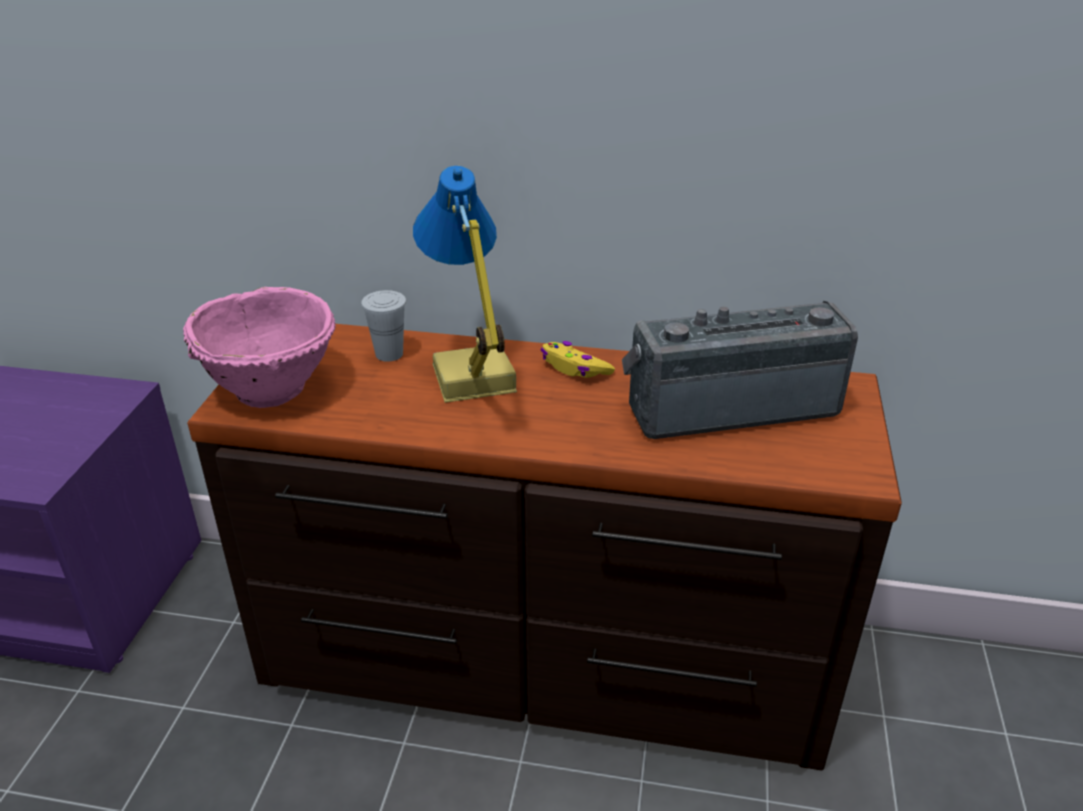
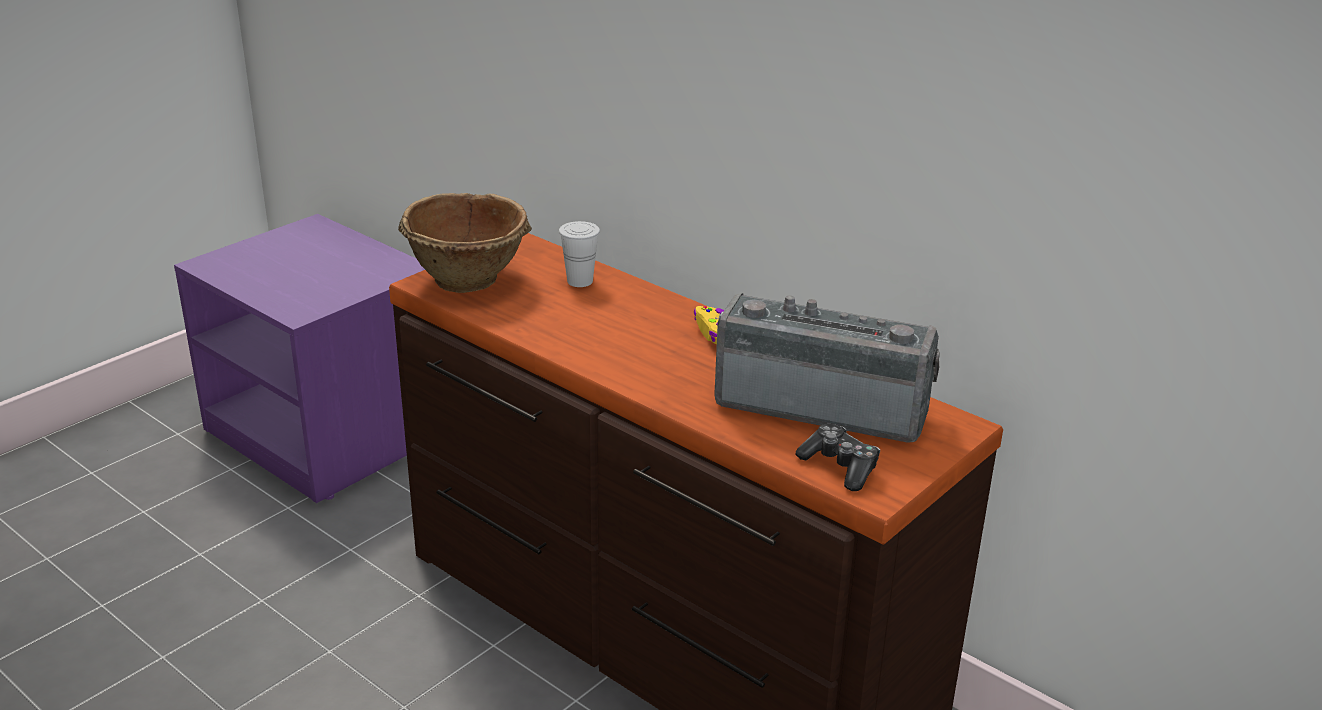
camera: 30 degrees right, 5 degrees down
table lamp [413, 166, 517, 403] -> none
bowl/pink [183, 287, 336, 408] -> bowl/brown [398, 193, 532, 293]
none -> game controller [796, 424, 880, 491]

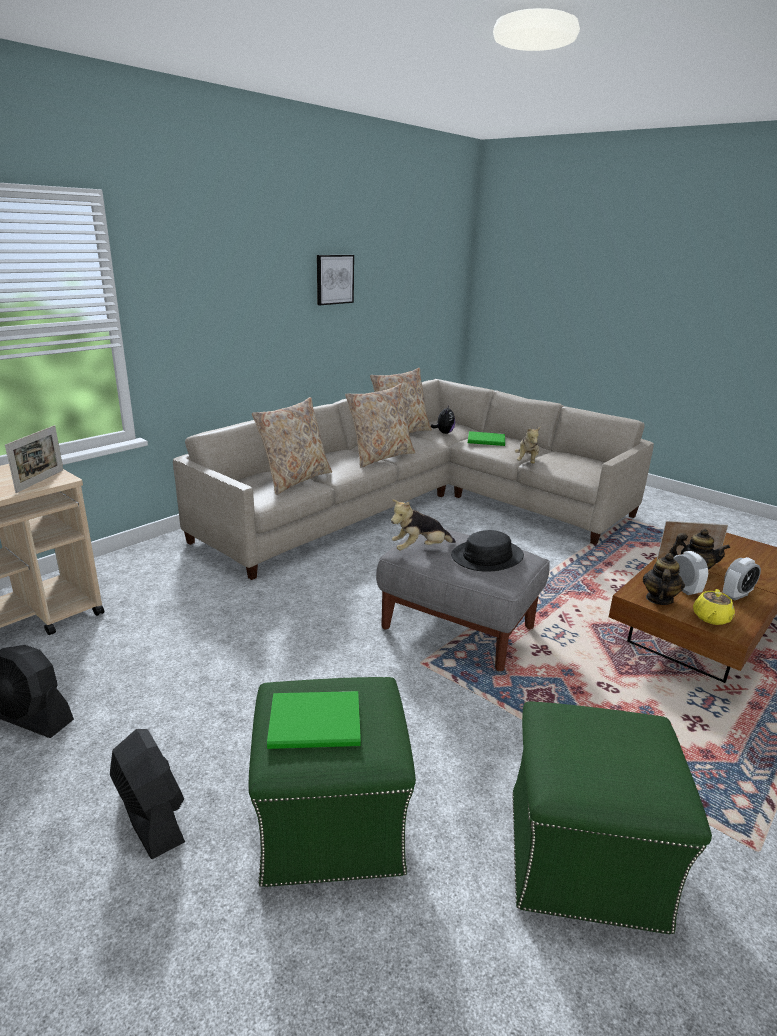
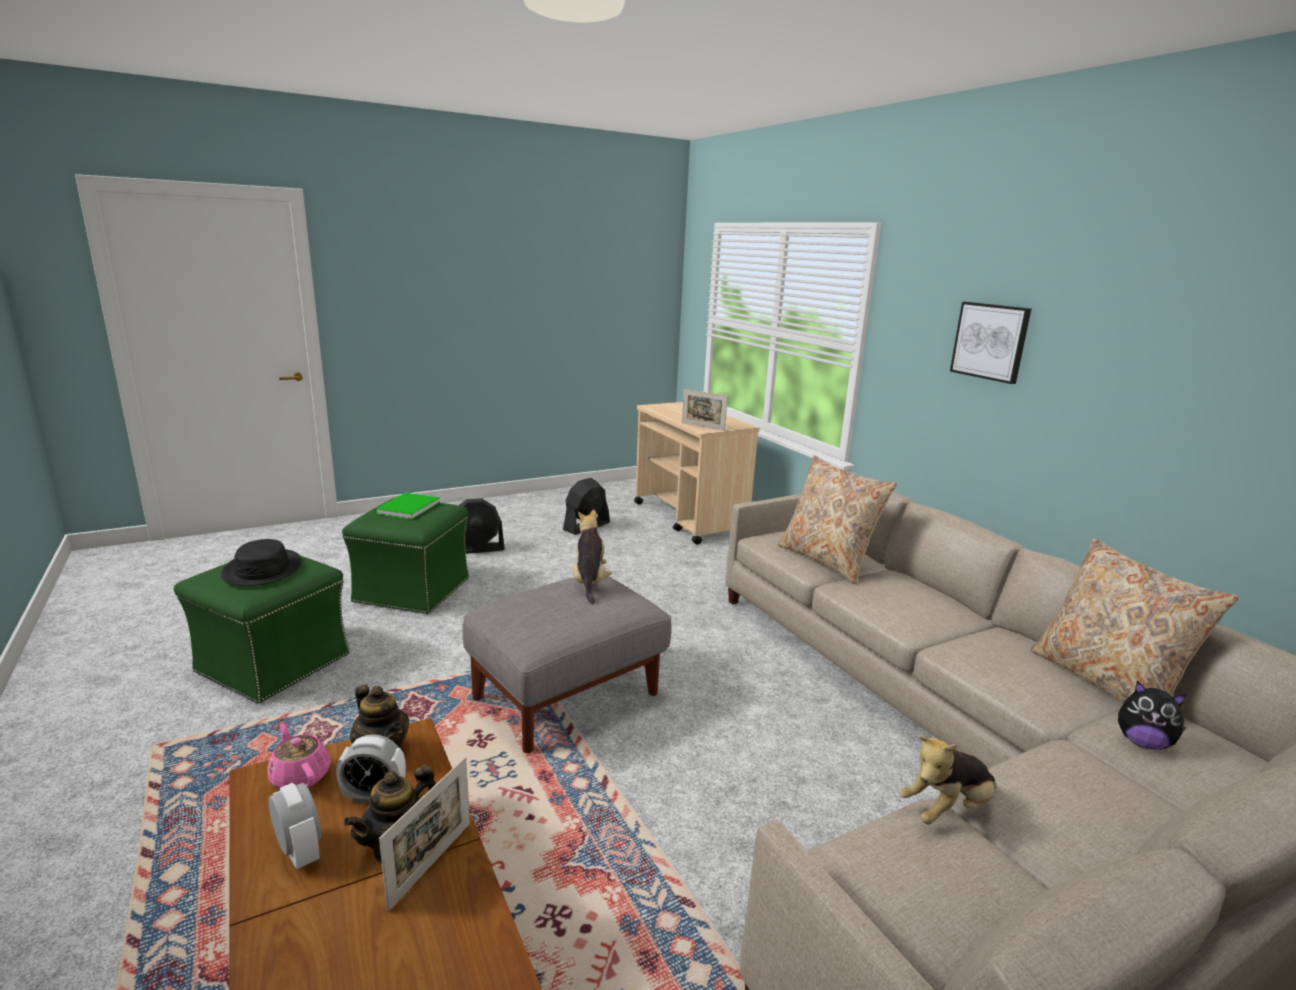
camera: 110 degrees right, 5 degrees down
picture [317, 255, 354, 305] -> picture [950, 302, 1031, 384], relocated
pillow/beige [345, 384, 415, 468] -> none
plush toy [515, 426, 541, 463] -> plush toy [899, 736, 996, 824], 60 degrees counterclockwise
book/green [468, 431, 505, 446] -> none
hat/black [451, 530, 524, 572] -> hat/black [221, 539, 302, 586], relocated
alarm clock [722, 557, 761, 600] -> alarm clock [269, 783, 321, 869], 150 degrees clockwise
teapot/yellow [693, 589, 735, 625] -> teapot/pink [267, 723, 331, 789]

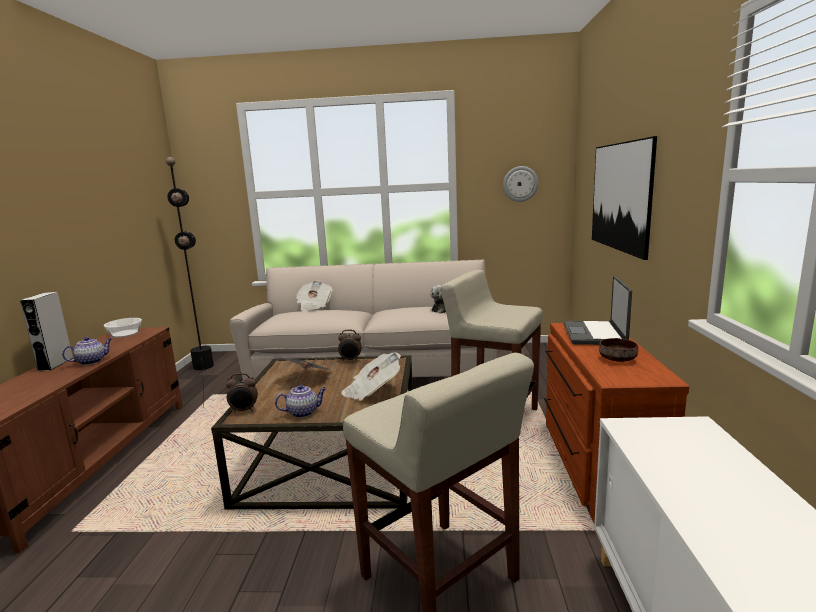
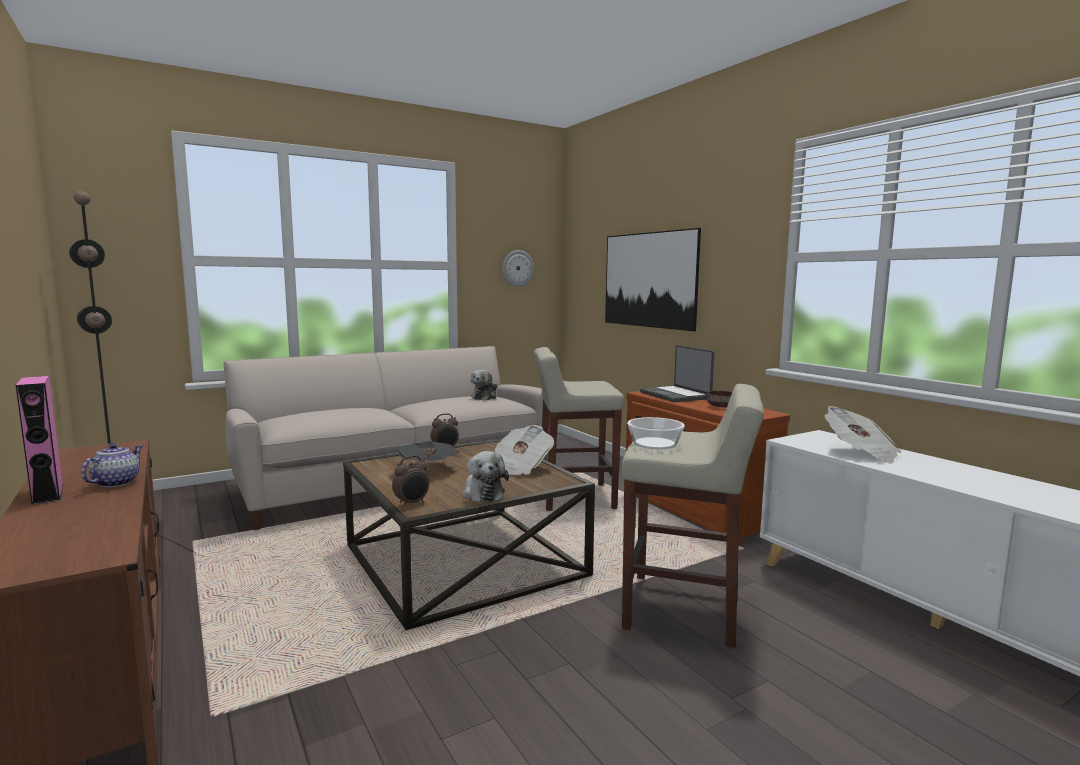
camera: 35 degrees left, 5 degrees down
newspaper [296, 281, 333, 311] -> newspaper [824, 406, 901, 464], relocated
speaker/grey [20, 292, 73, 371] -> speaker/pink [15, 376, 63, 505]
bowl [104, 318, 142, 338] -> bowl [627, 417, 685, 449], relocated
teapot [275, 384, 327, 418] -> plush toy [462, 451, 509, 502]

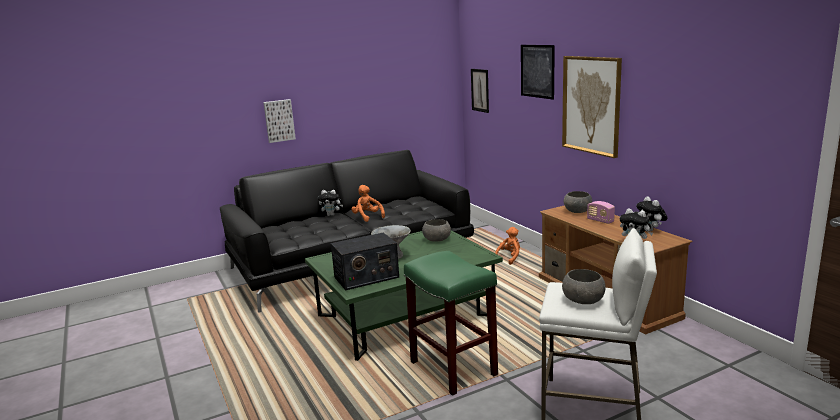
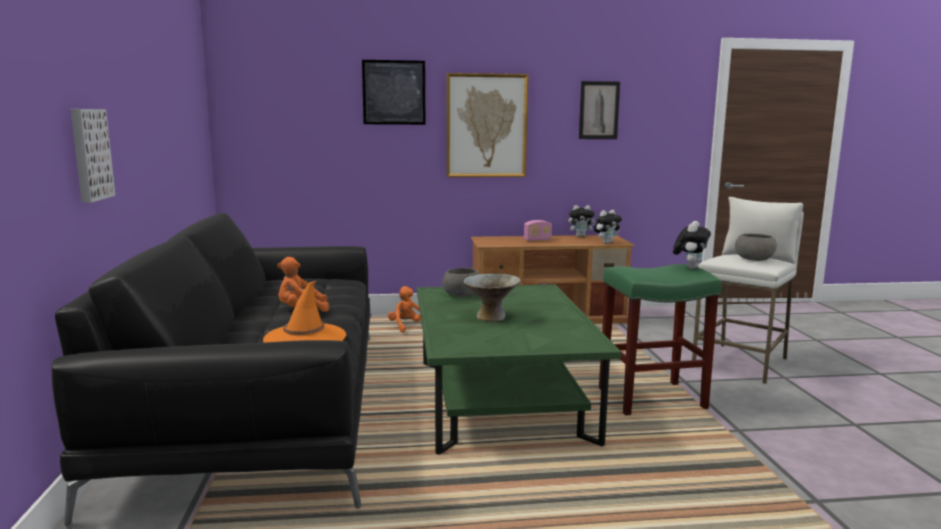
camera: 70 degrees left, 5 degrees down
picture [471, 69, 489, 113] -> picture [579, 81, 620, 139], relocated
plush toy [318, 190, 343, 216] -> plush toy [673, 221, 711, 269], relocated
bowl/grey [564, 191, 592, 213] -> none
radio [331, 233, 399, 290] -> none
none -> hat/orange [263, 280, 346, 343]

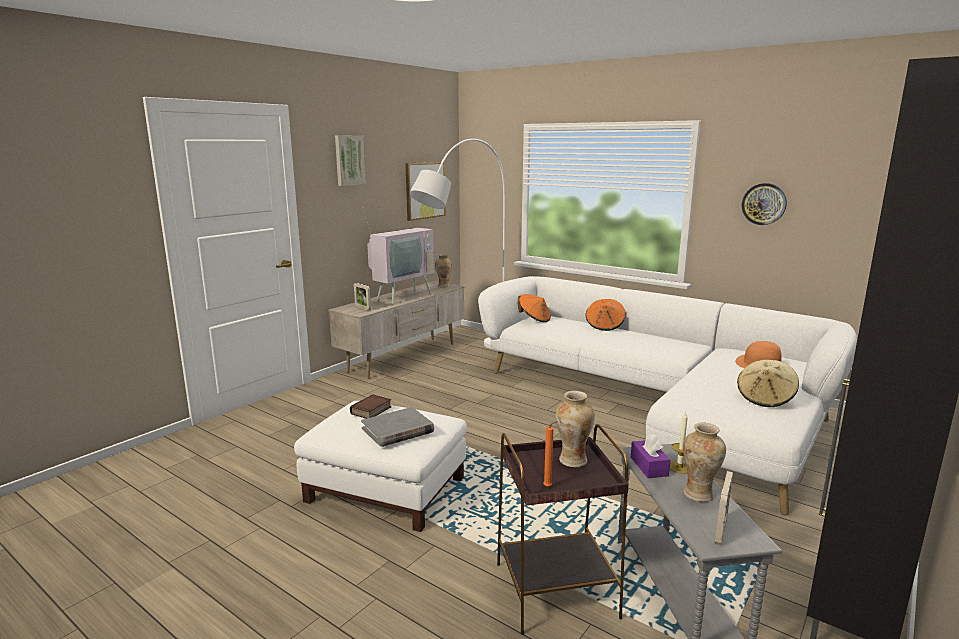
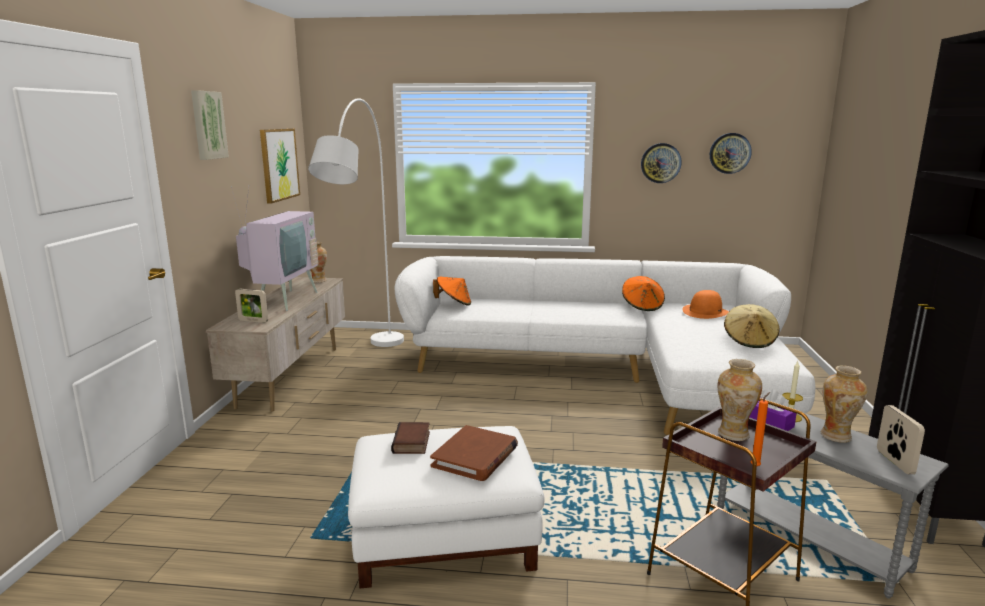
camera: 30 degrees left, 0 degrees up
hat/orange [585, 299, 626, 331] -> hat/orange [622, 276, 665, 311], relocated
book/grey [361, 407, 434, 447] -> book/brown [430, 425, 518, 481]
none -> wall clock [710, 133, 752, 174]

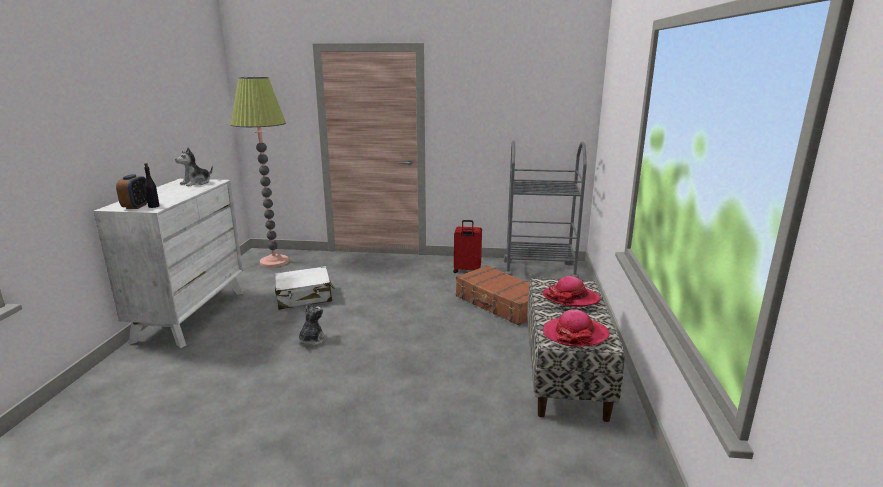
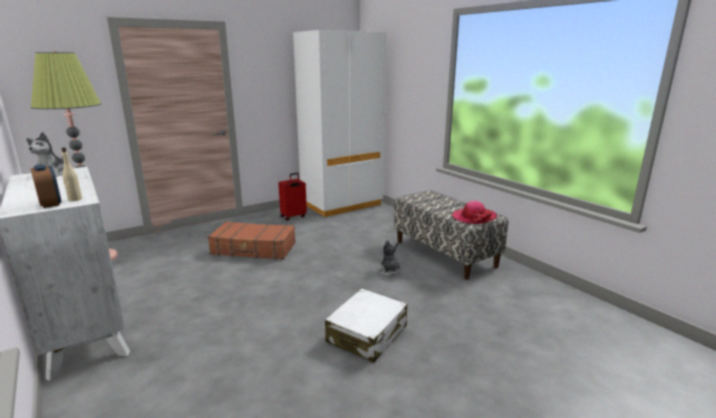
camera: 40 degrees left, 0 degrees up
cart/grey [504, 140, 587, 278] -> wardrobe/white [293, 30, 387, 217]
bottle/black [144, 163, 160, 208] -> bottle/beige [61, 147, 82, 201]
suitcase/brown [456, 265, 530, 326] -> suitcase/brown [208, 221, 296, 260], relocated
suitcase/white [275, 266, 335, 310] -> suitcase/white [325, 288, 407, 363], relocated
hat [542, 276, 601, 307] -> none
plush toy [299, 302, 326, 346] -> plush toy [378, 240, 401, 276], relocated

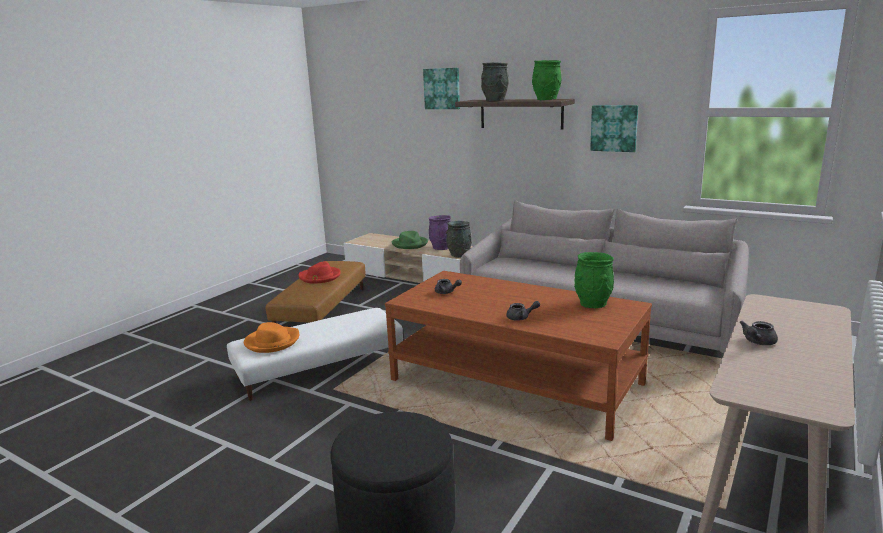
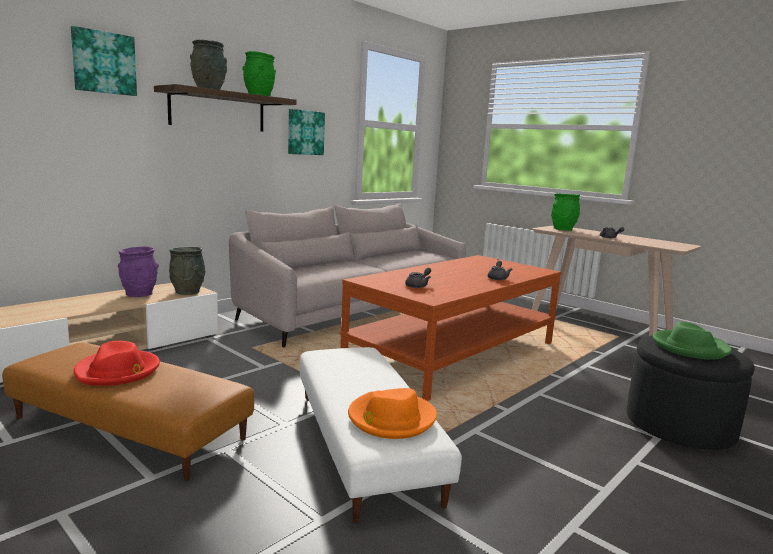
camera: 80 degrees left, 5 degrees down
hat/green [392, 231, 428, 249] -> hat/green [653, 321, 732, 359], relocated
vase/green [574, 252, 614, 308] -> vase/green [551, 193, 580, 231], relocated

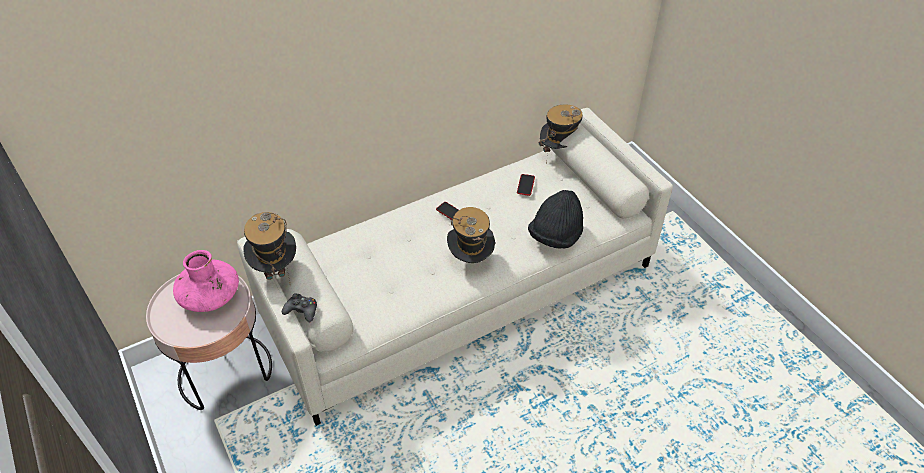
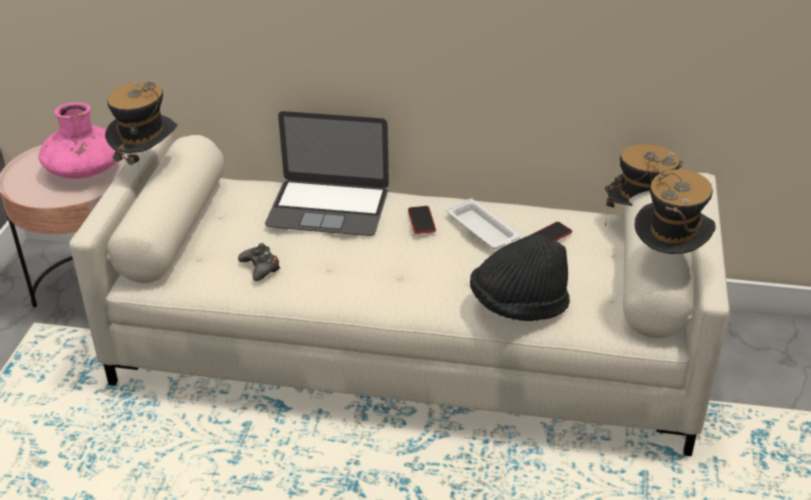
camera: 40 degrees right, 10 degrees down
hat [447, 207, 495, 263] -> hat [634, 169, 716, 254], relocated
game controller/black [282, 293, 317, 322] -> game controller/black [238, 243, 280, 281], relocated
none -> laptop [265, 111, 389, 236]
none -> tray/white [446, 198, 520, 249]

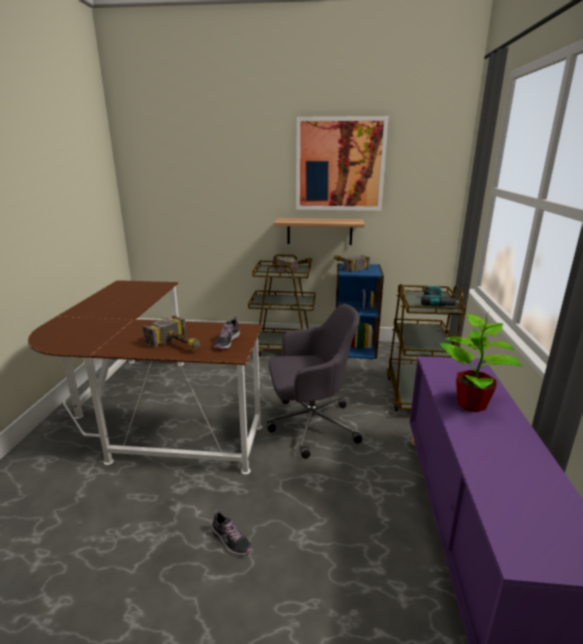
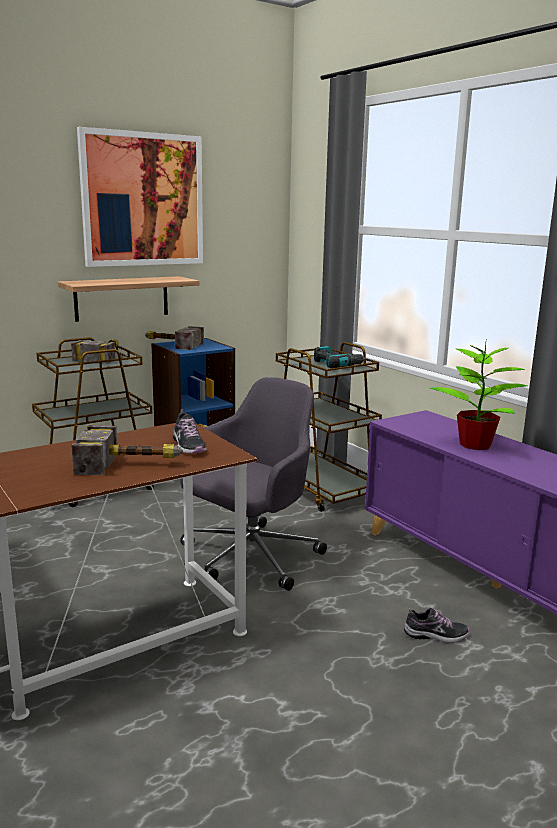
camera: 40 degrees left, 5 degrees down
shoe [211, 510, 252, 556] -> shoe [404, 608, 469, 643], relocated

